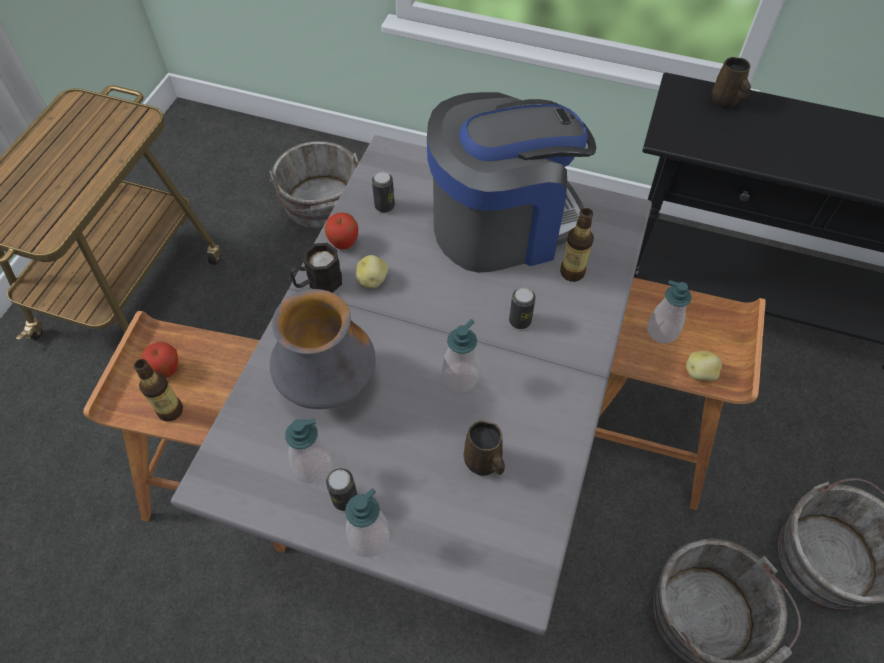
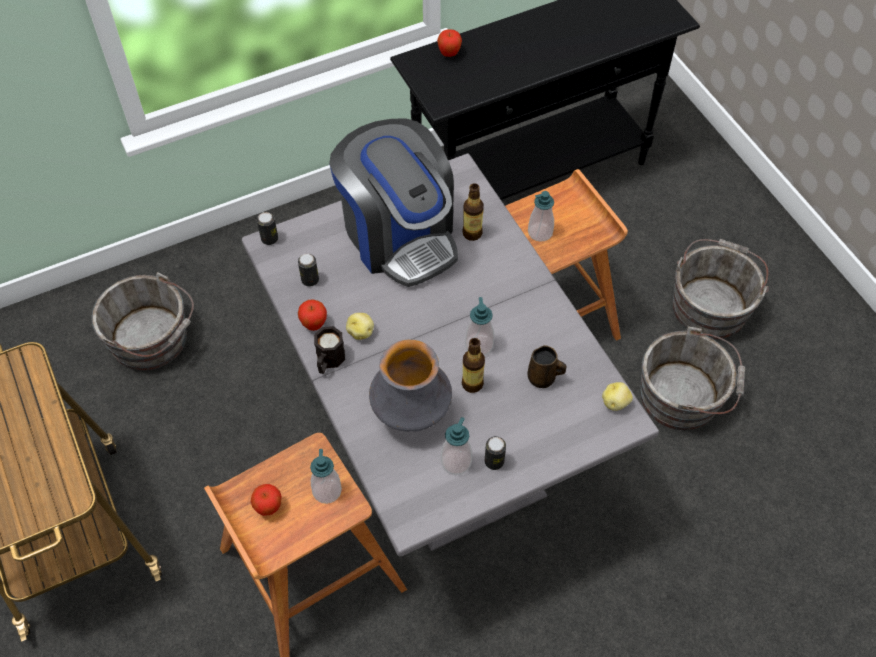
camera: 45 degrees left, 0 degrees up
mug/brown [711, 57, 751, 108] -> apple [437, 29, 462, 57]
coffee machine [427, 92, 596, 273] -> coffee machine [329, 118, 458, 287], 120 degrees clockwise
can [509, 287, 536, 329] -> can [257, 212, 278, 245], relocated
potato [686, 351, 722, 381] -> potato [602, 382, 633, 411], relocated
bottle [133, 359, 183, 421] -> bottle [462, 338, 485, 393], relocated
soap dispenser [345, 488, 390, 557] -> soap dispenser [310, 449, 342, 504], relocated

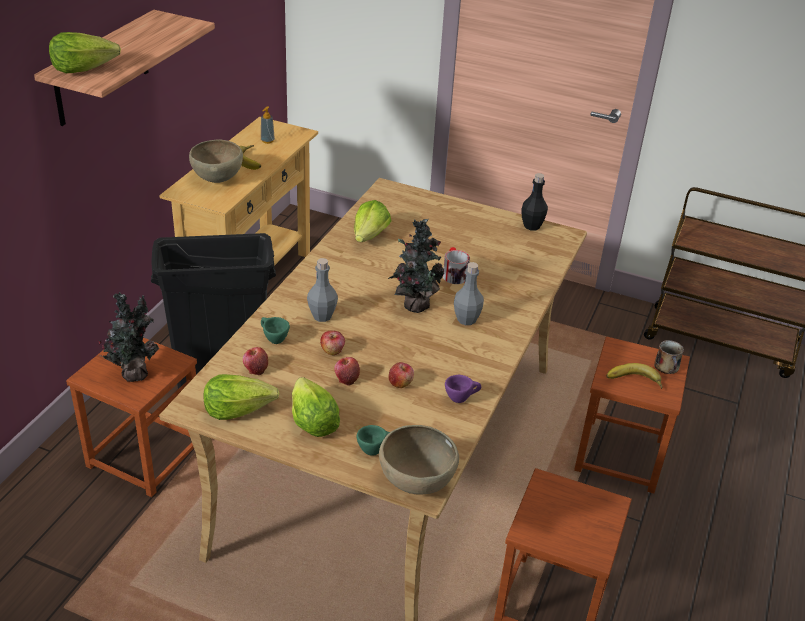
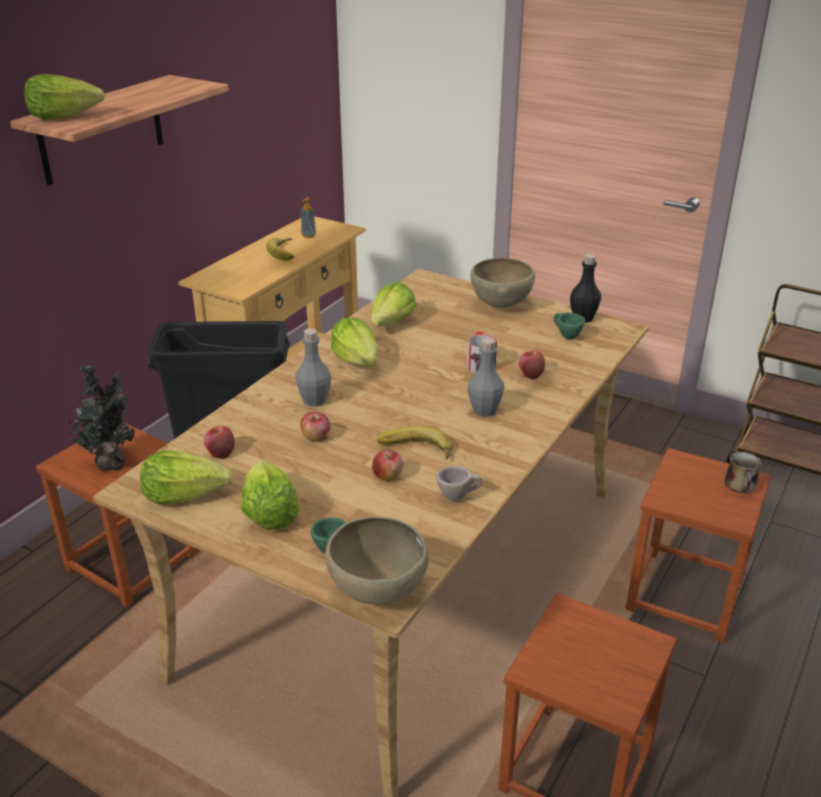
camera: 10 degrees right, 5 degrees down
bowl/brown [189, 139, 243, 183] -> bowl/brown [471, 257, 535, 308], relocated
potted plant [388, 218, 444, 313] -> none
cup/green [261, 317, 290, 344] -> cup/green [554, 313, 585, 340], relocated
apple [334, 357, 360, 385] -> apple [519, 351, 545, 379], relocated
banana [606, 363, 663, 389] -> banana [377, 426, 453, 459], relocated
cup/purple [445, 375, 481, 403] -> cup/beige [436, 466, 483, 501]
none -> lettuce [331, 318, 378, 366]

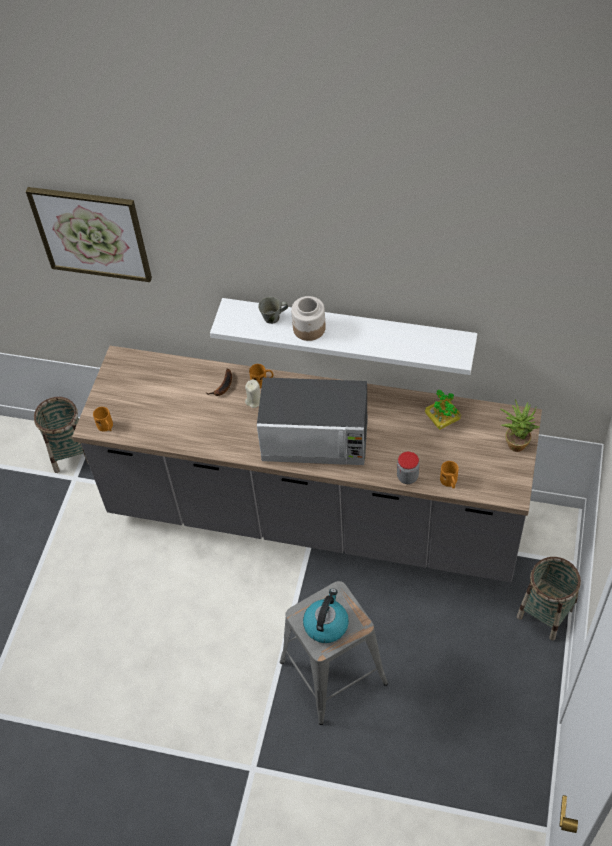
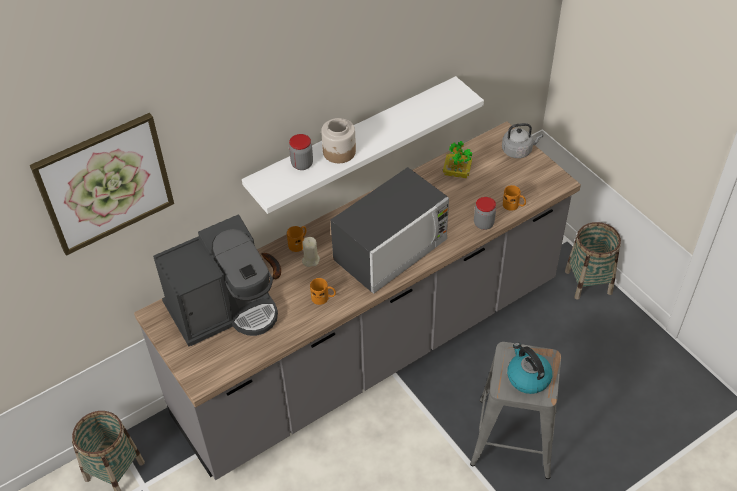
camera: 50 degrees left, 5 degrees down
mug/grey [258, 297, 288, 324] -> jar [289, 134, 313, 170]
potted plant [500, 399, 539, 452] -> kettle/grey [502, 123, 543, 158]
mug/orange [93, 407, 113, 432] -> mug/orange [310, 278, 336, 305], relocated
none -> coffee machine [153, 215, 278, 346]

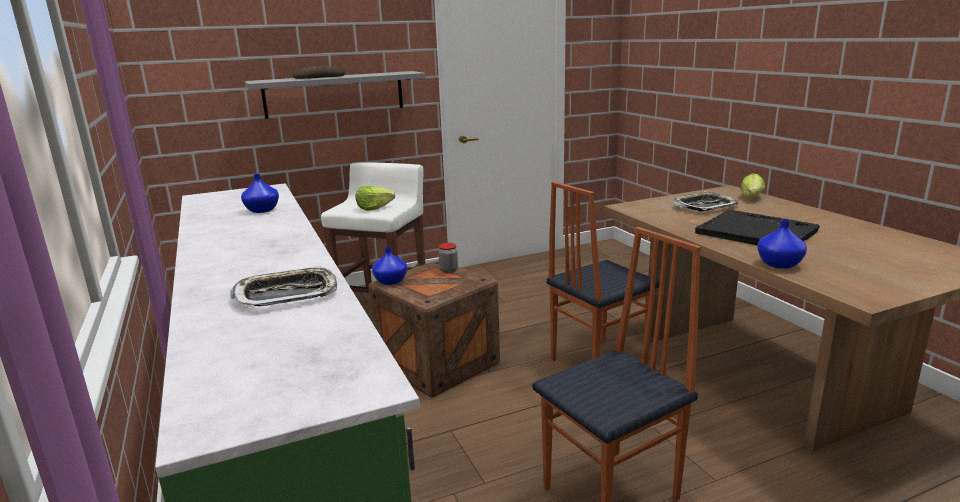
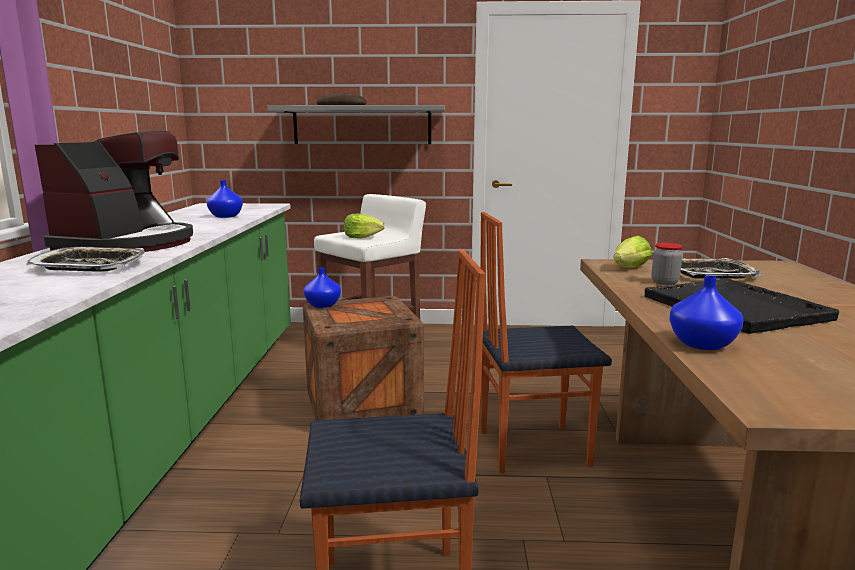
camera: 25 degrees right, 5 degrees down
lettuce [740, 173, 765, 198] -> lettuce [614, 236, 652, 268], relocated
jar [438, 243, 458, 273] -> jar [652, 243, 682, 285], relocated
none -> coffee machine [35, 131, 193, 252]

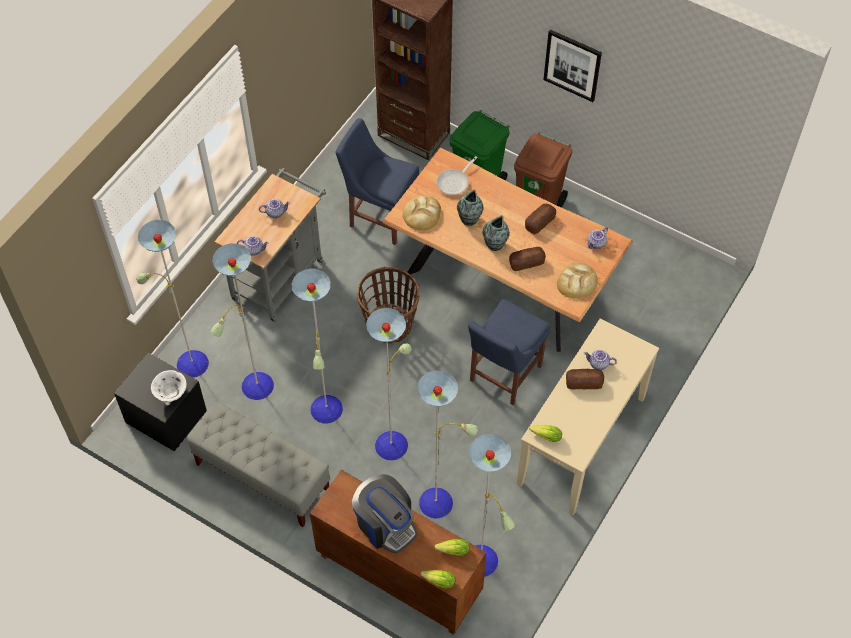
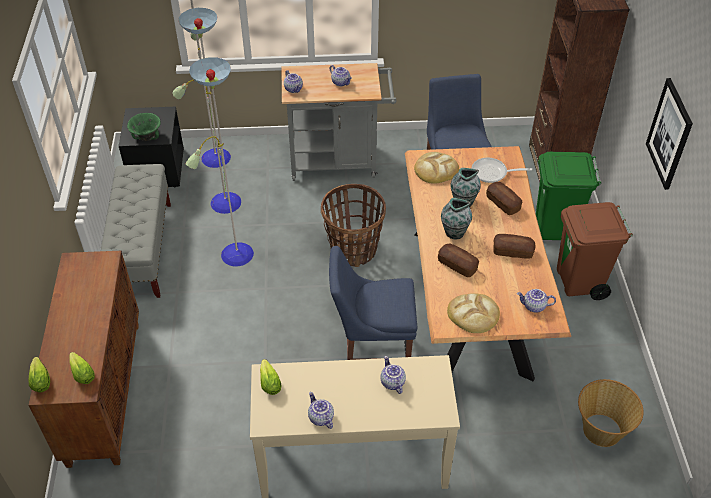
camera: 55 degrees right, 10 degrees down
floor lamp [366, 308, 515, 577] -> none
bread [566, 369, 604, 390] -> bread [486, 182, 522, 215], relocated
bowl/white [151, 370, 187, 405] -> bowl/green [127, 113, 161, 141]
coffee machine [352, 474, 418, 554] -> none
none -> basket [578, 379, 644, 447]
none -> teapot [308, 392, 334, 429]

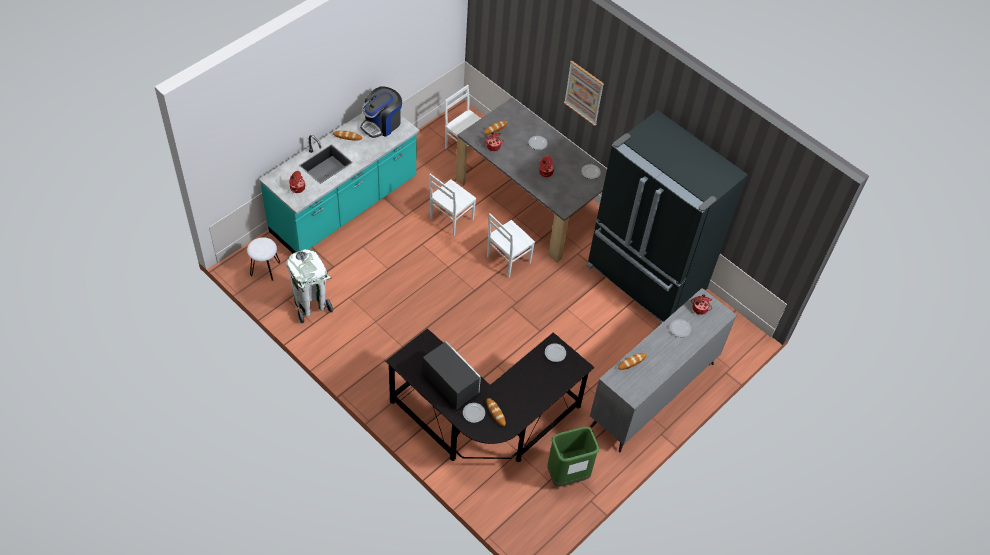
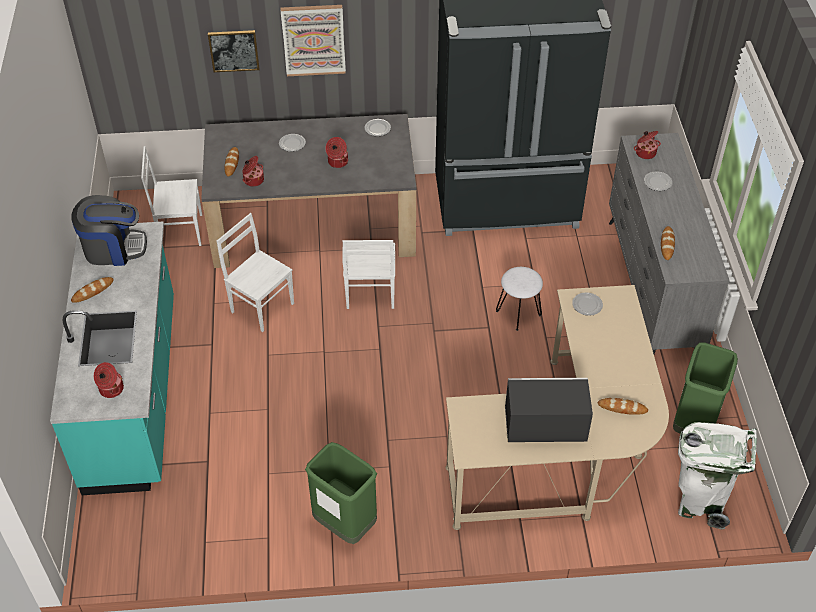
camera: 45 degrees left, 5 degrees down
coffee machine [360, 86, 402, 138] -> coffee machine [71, 195, 147, 266], 90 degrees counterclockwise
chair/white [430, 174, 476, 236] -> chair/white [217, 213, 294, 332], 135 degrees clockwise
stool/white [247, 237, 280, 281] -> stool/white [496, 267, 543, 331], relocated
trash can/white [286, 249, 333, 324] -> trash can/white [678, 422, 757, 529], relocated
desk/black [385, 328, 595, 462] -> desk/beige [446, 285, 669, 530]
plate [463, 403, 485, 423] -> none
none -> picture [208, 30, 259, 72]
none -> trash can/green [305, 442, 377, 544]

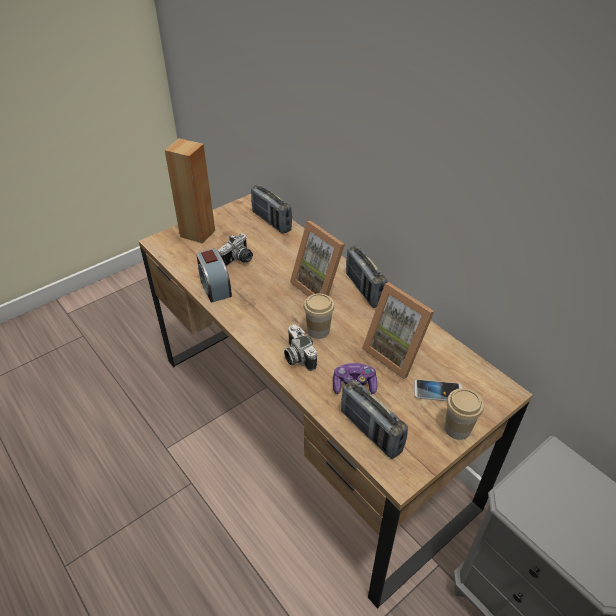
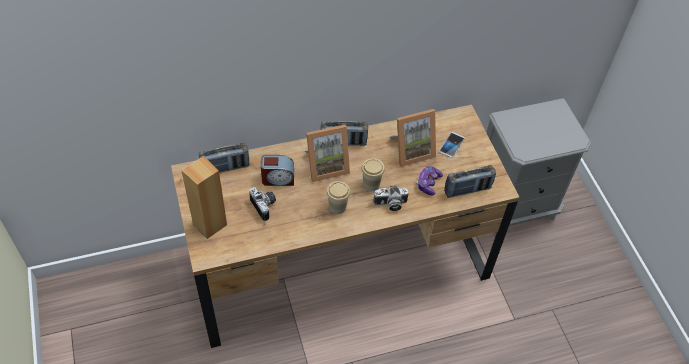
camera: 70 degrees left, 10 degrees up
alarm clock [197, 249, 232, 303] -> alarm clock [261, 155, 294, 186], relocated
cup [444, 388, 484, 440] -> cup [327, 181, 350, 214], relocated

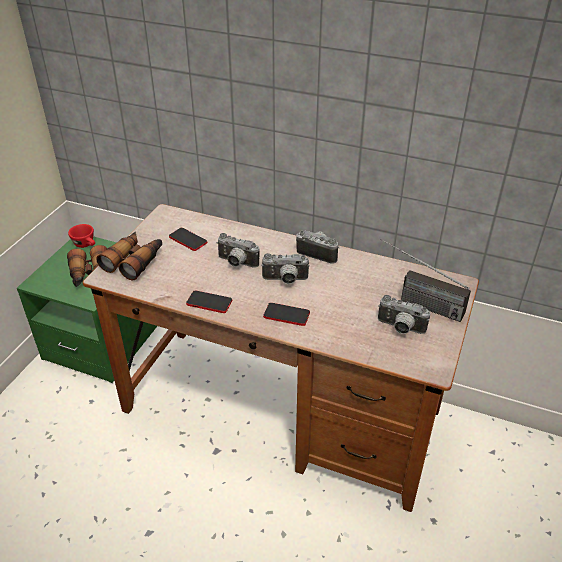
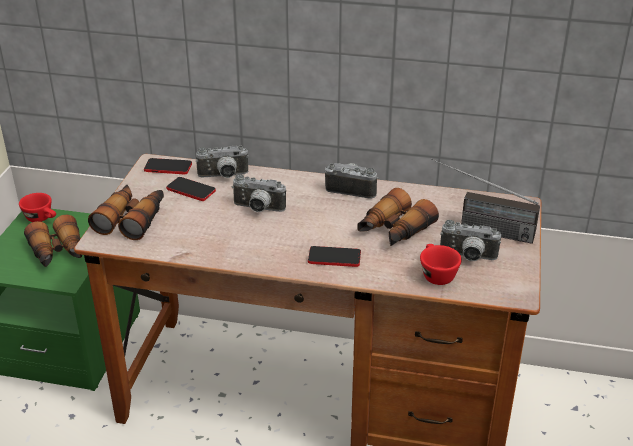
camera: 10 degrees left, 5 degrees down
photo camera [261, 253, 310, 284] -> photo camera [196, 146, 249, 178], relocated
phone [186, 291, 232, 313] -> phone [144, 158, 192, 174], relocated
none -> binoculars [357, 188, 439, 246]
none -> cup/red [420, 244, 462, 285]

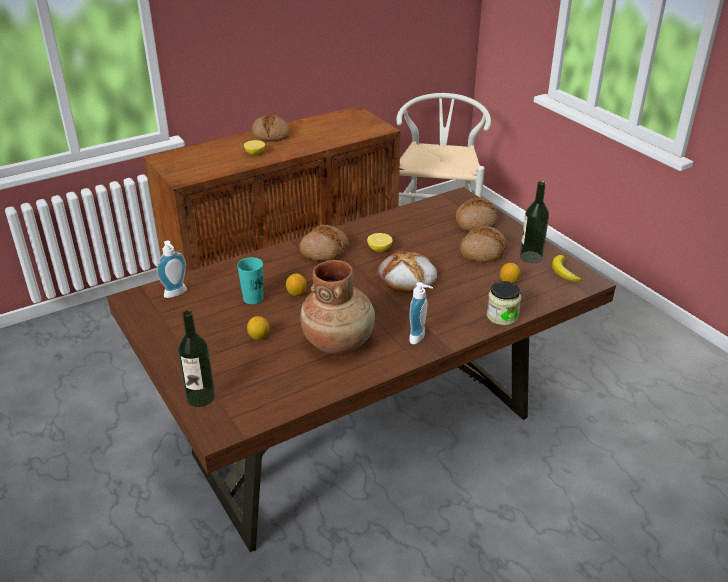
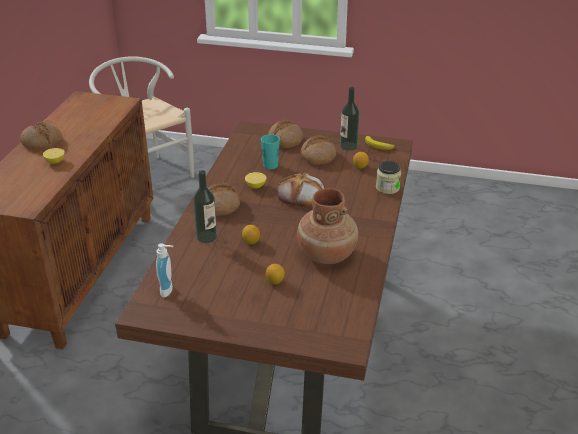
camera: 45 degrees left, 0 degrees up
cup/turquoise [237, 257, 263, 304] -> cup/turquoise [261, 134, 280, 169], relocated
soap dispenser [409, 282, 433, 344] -> none
bottle [178, 310, 215, 407] -> bottle [193, 170, 217, 243], relocated

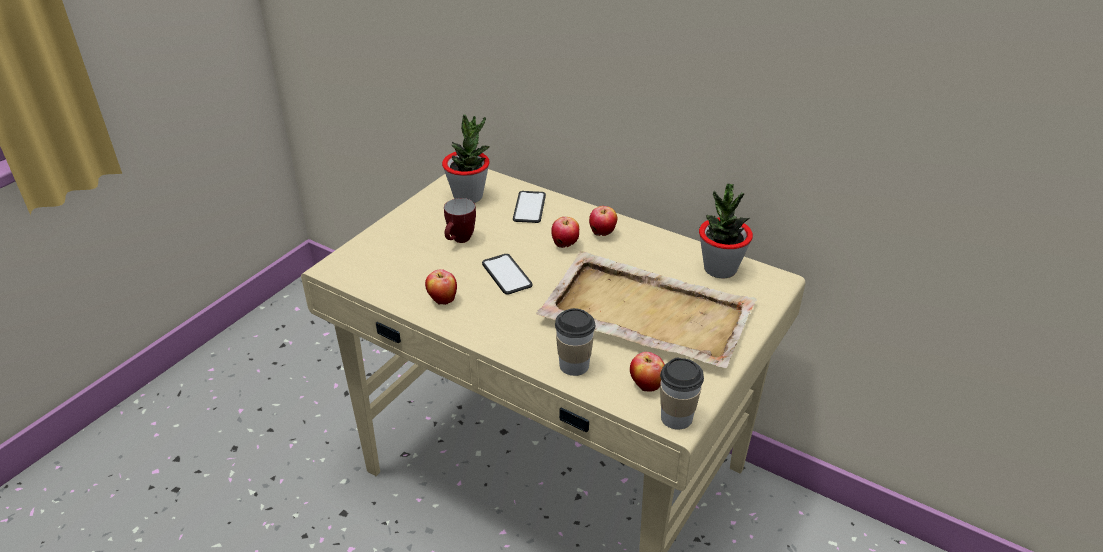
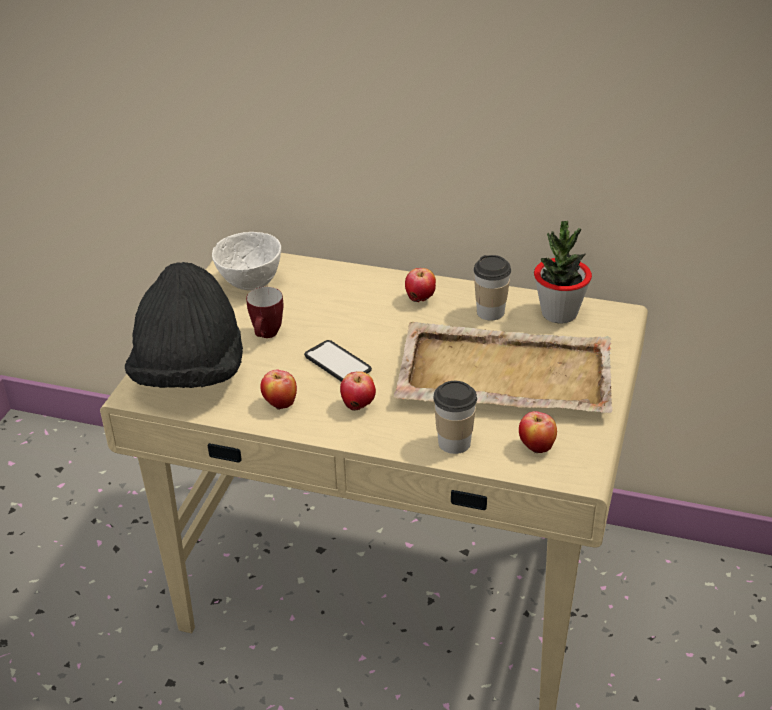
camera: 15 degrees left, 0 degrees up
potted plant [442, 114, 490, 203] -> bowl/white [212, 232, 281, 291]
phone [513, 191, 546, 223] -> none
apple [551, 217, 579, 248] -> apple [340, 371, 376, 411], relocated
cup [660, 358, 704, 430] -> cup [473, 255, 511, 321], relocated
none -> hat/black [125, 262, 243, 388]

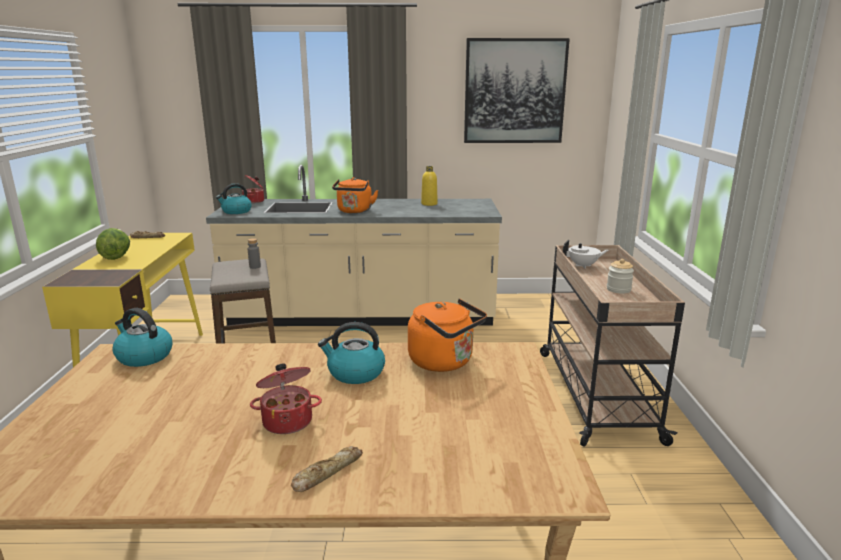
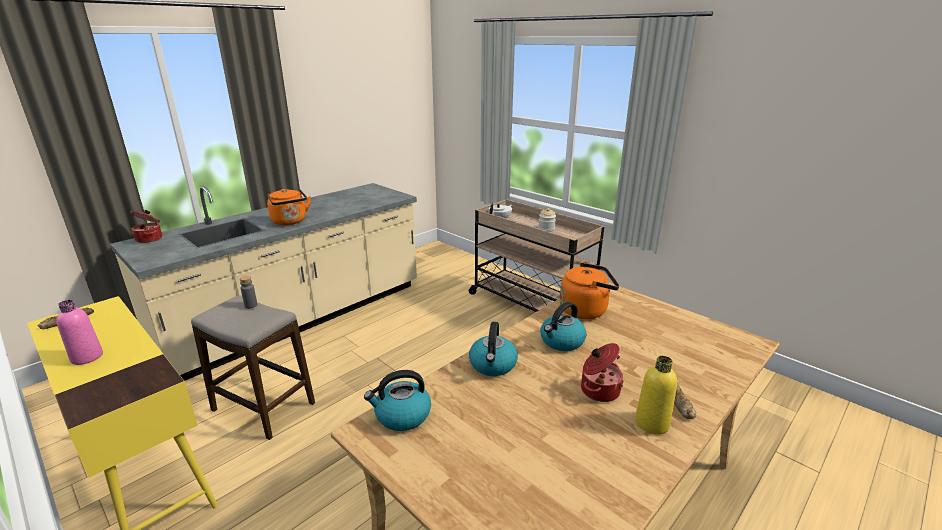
camera: 45 degrees left, 5 degrees up
picture [464, 38, 570, 143] -> none
bottle/yellow [421, 166, 438, 206] -> bottle/yellow [635, 356, 677, 434], relocated
kettle [216, 183, 252, 214] -> kettle [469, 322, 518, 376], relocated
lettuce [96, 228, 130, 260] -> bottle/pink [56, 300, 103, 365]

